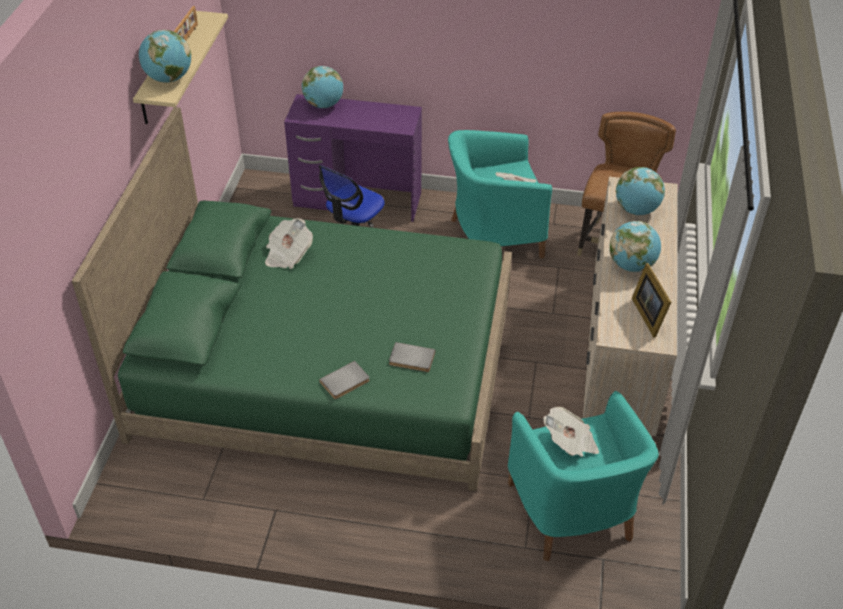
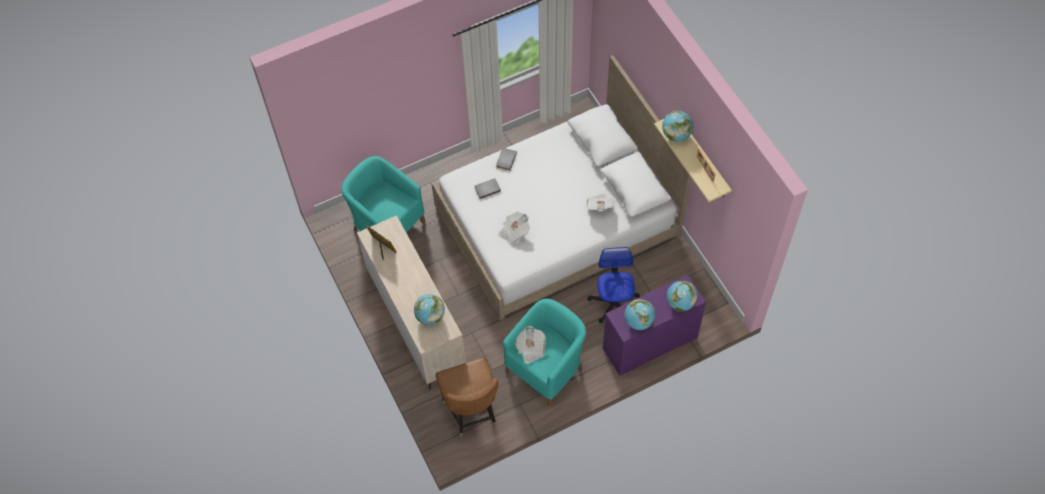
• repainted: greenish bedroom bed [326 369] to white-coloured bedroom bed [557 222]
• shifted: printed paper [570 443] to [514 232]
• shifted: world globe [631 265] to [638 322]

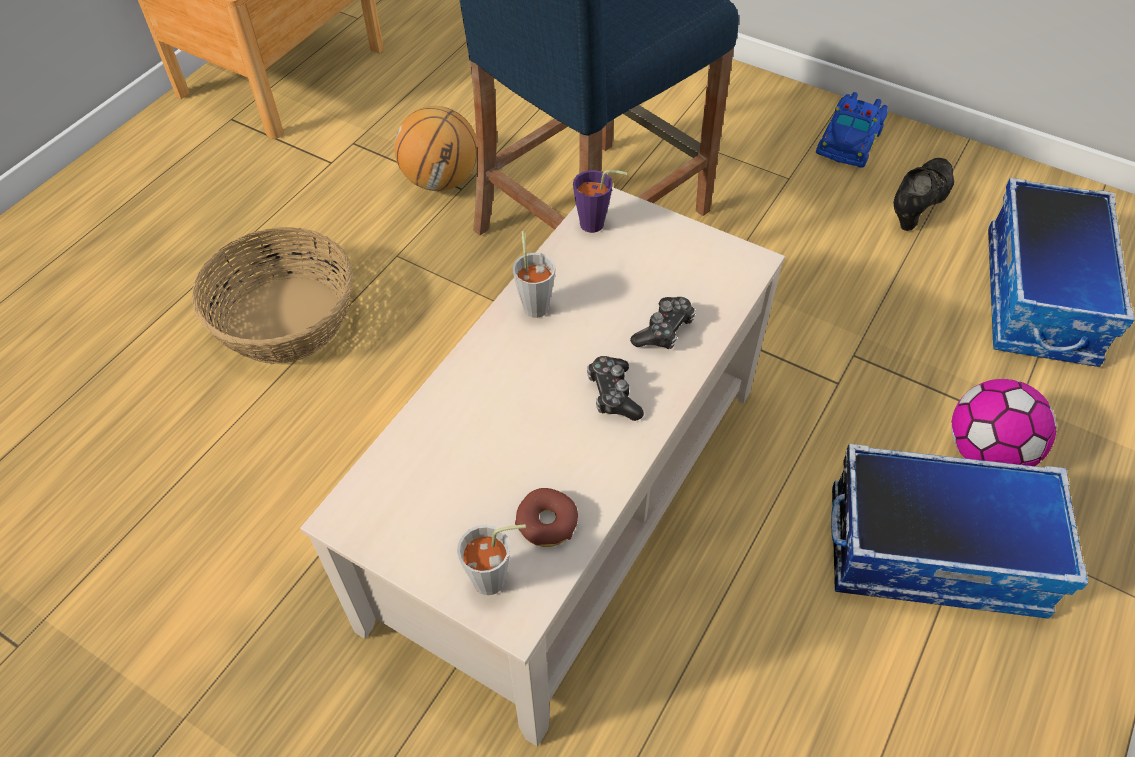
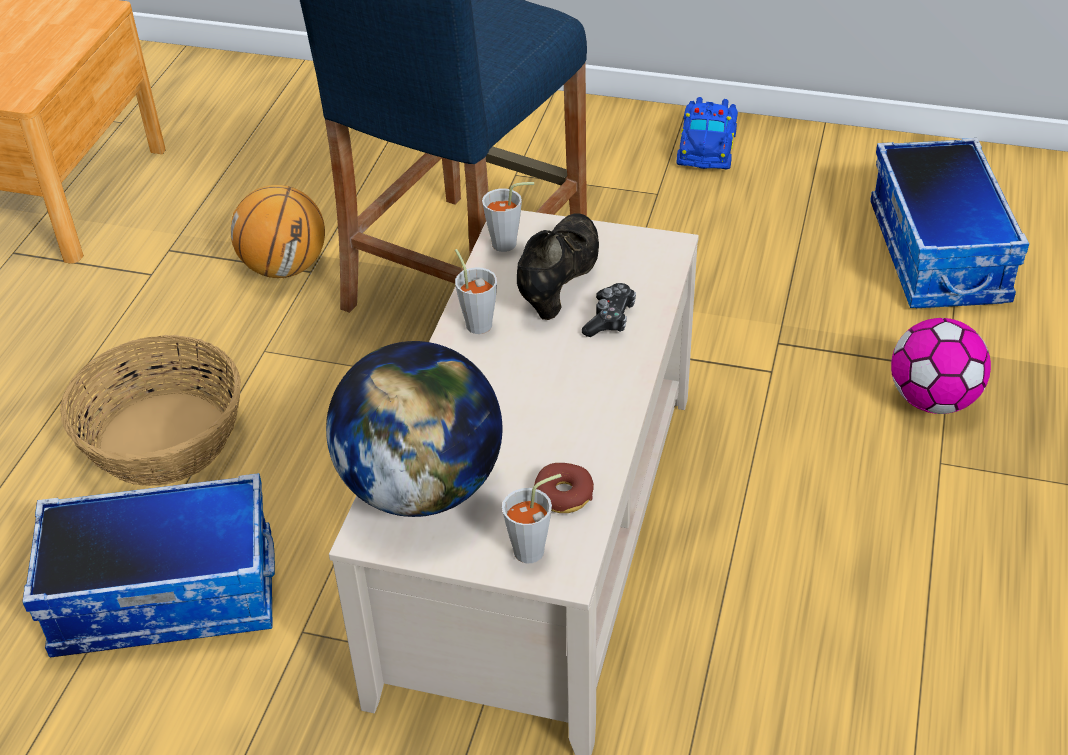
• repainted: purplish cup [597 225] to greyish cup [510 244]
• gone: gamepad [613 394]
• shifted: storage box [934 551] to [167 594]
• shifted: black shoe [917 205] to [559 283]
• new: world globe [421 487]

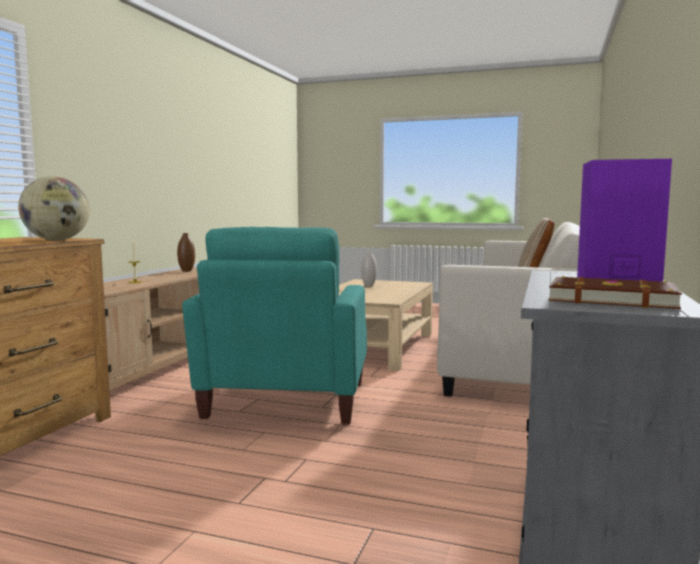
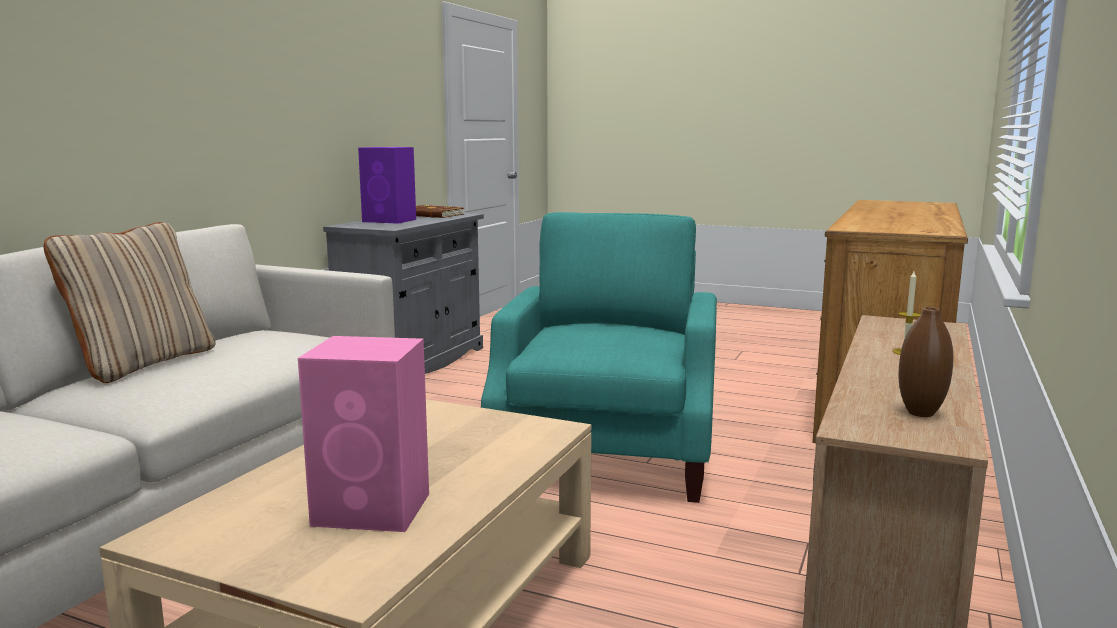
• gone: world globe [57 240]
• swapped: white-coloured decorative vase [368 286] to pinkish audio speaker [375 509]

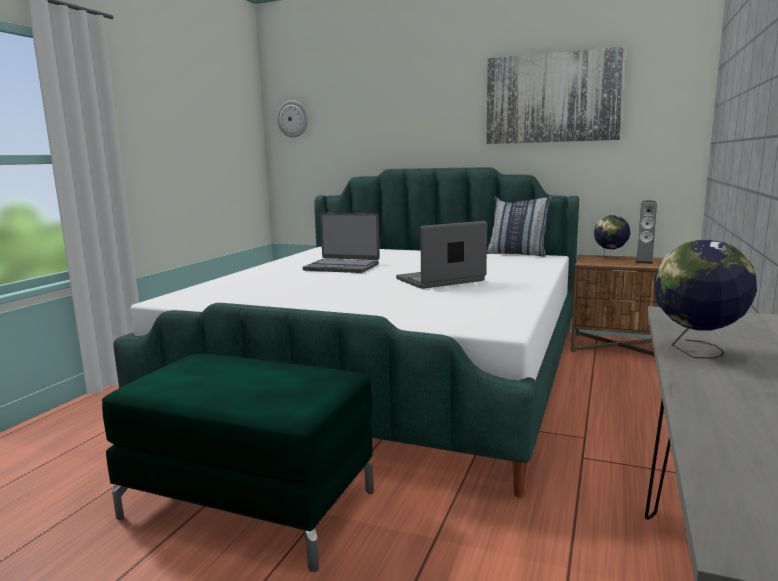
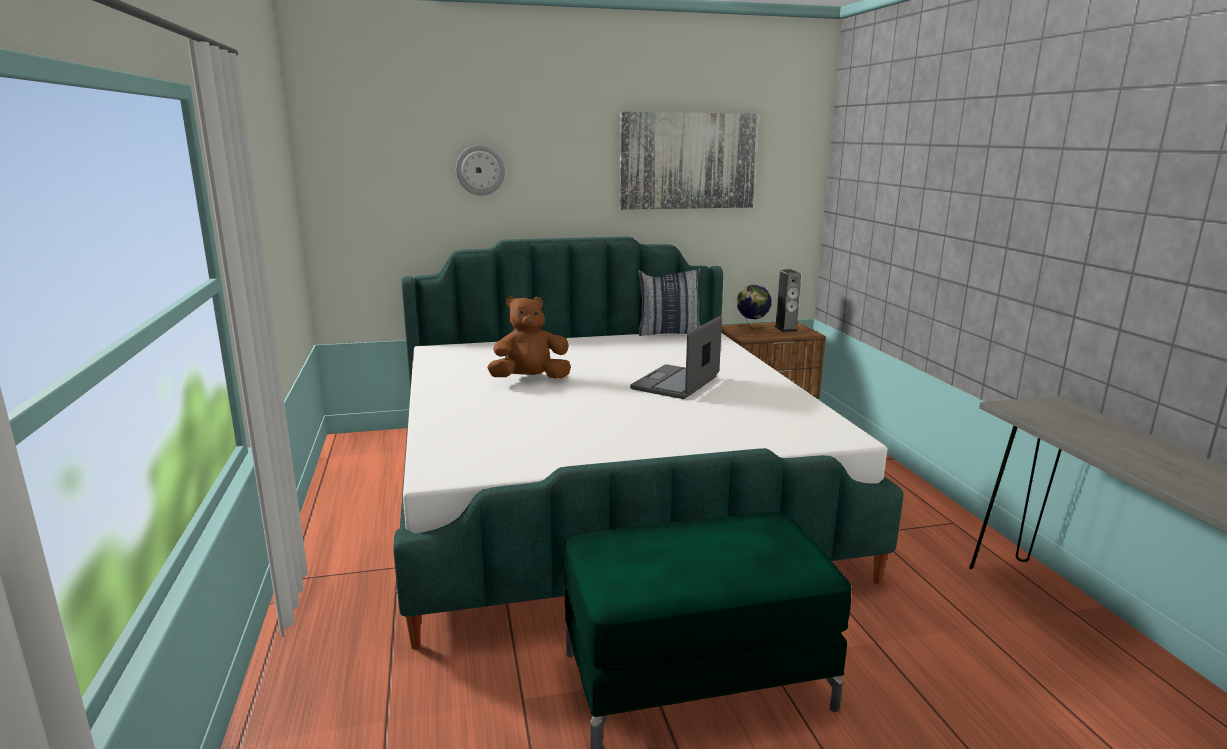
• shifted: hanging clock [293 119] to [480 170]
• swapped: notebook computer [342 267] to brownish plush toy [530 379]
• gone: world globe [696 352]

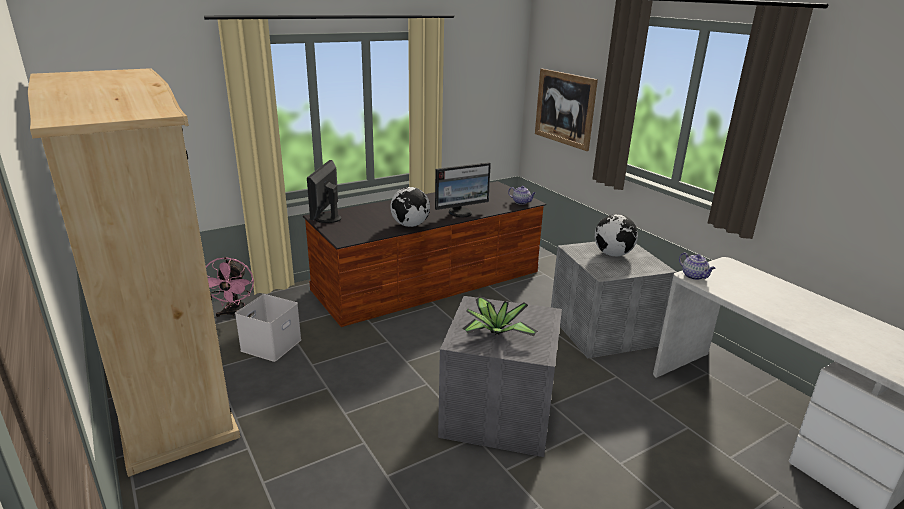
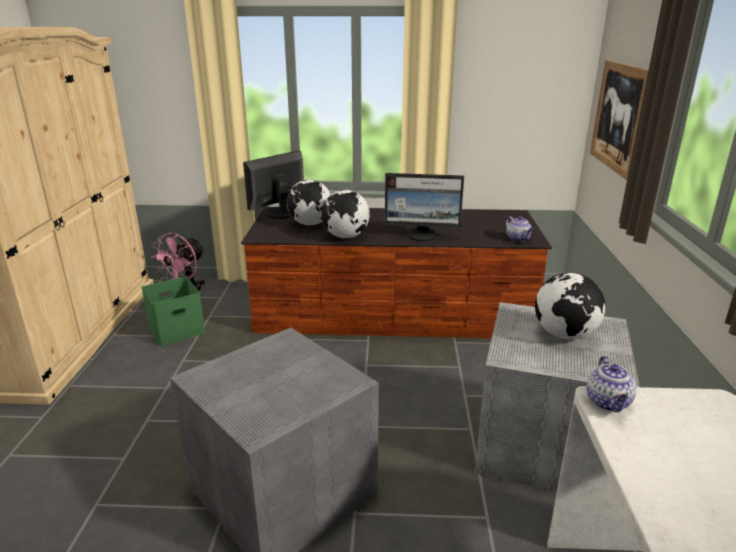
• repainted: white-coloured storage box [271 344] to greenish storage box [177 329]
• gone: houseplant [495 333]
• new: world globe [310 224]

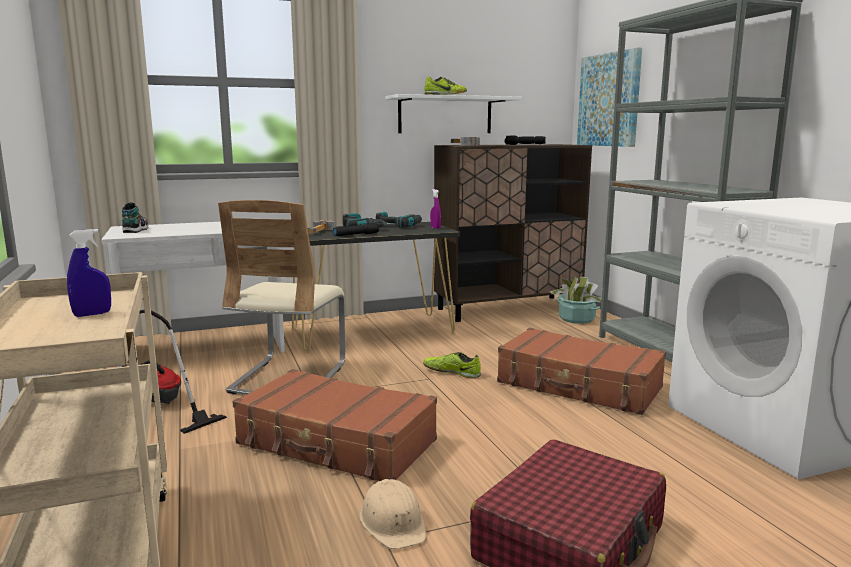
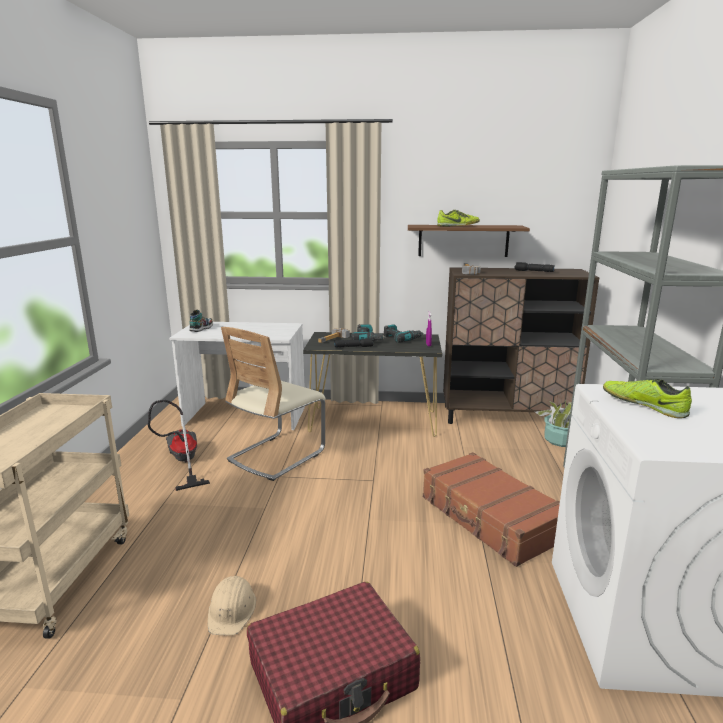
• gone: bluish spray bottle [92 314]
• gone: brownish piece of luggage [336 443]
• repainted: white-coloured bracket shelf [445 115] to brownish bracket shelf [463 240]
• shifted: shoe [452 372] to [643 405]
• gone: picture [609 100]

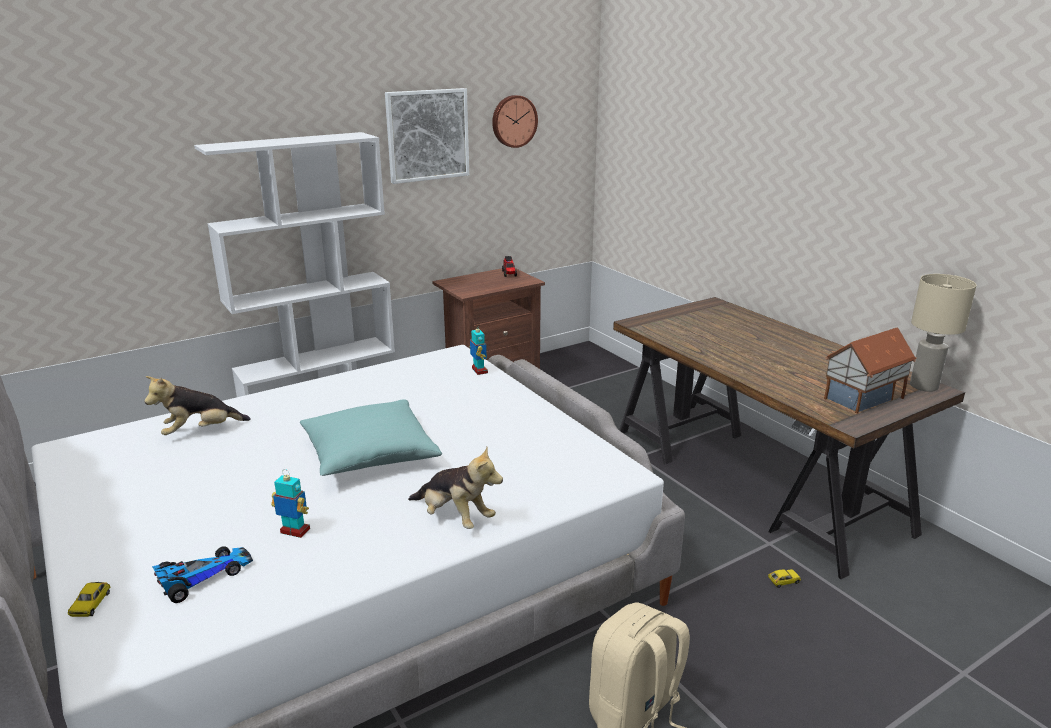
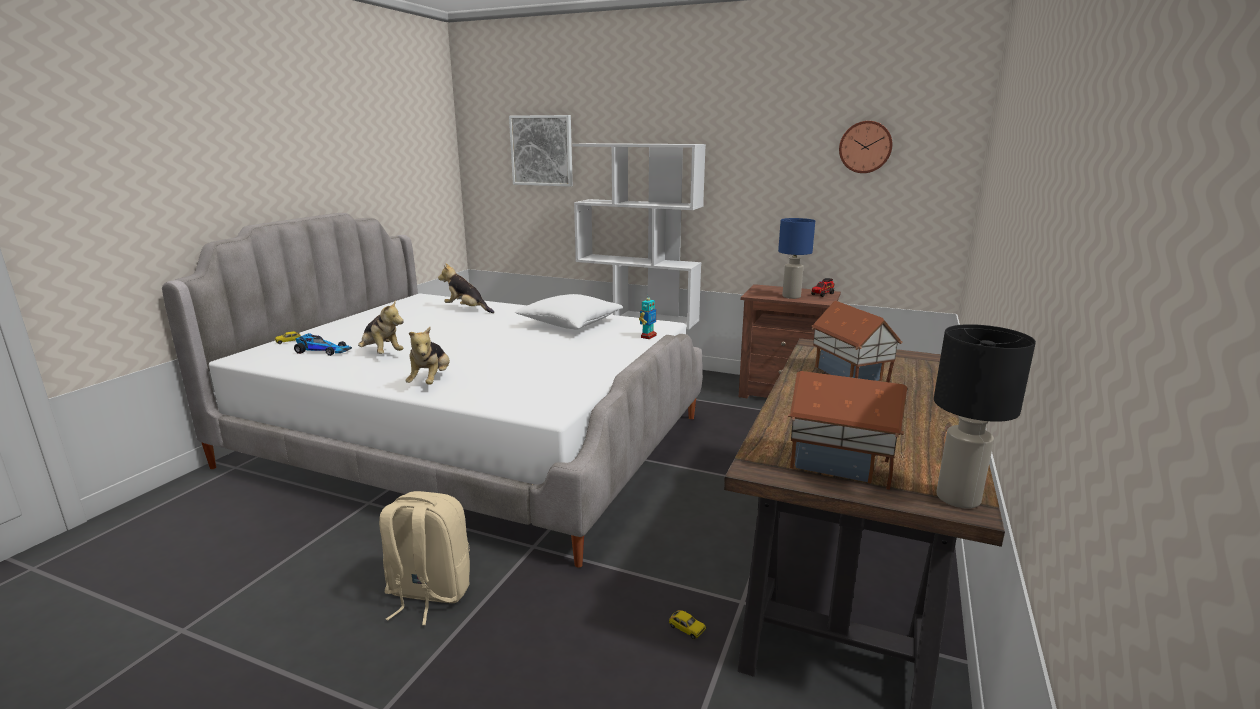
• swapped: toy robot [294 531] to plush toy [381 354]
• gone: blue-green pillow [369 454]
• shifted: picture [427 135] to [542 150]
• repainted: sand-coloured lamp for a table [924 386] to black lamp for a table [959 499]
• new: white-coloured pillow [570 324]
• new: bluish lamp for a table [791 296]
• new: miniature house [849 375]

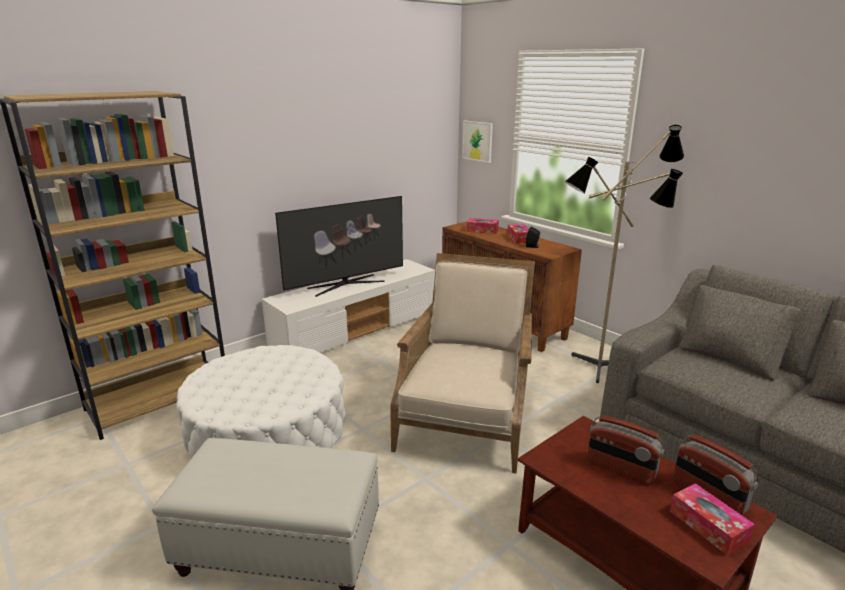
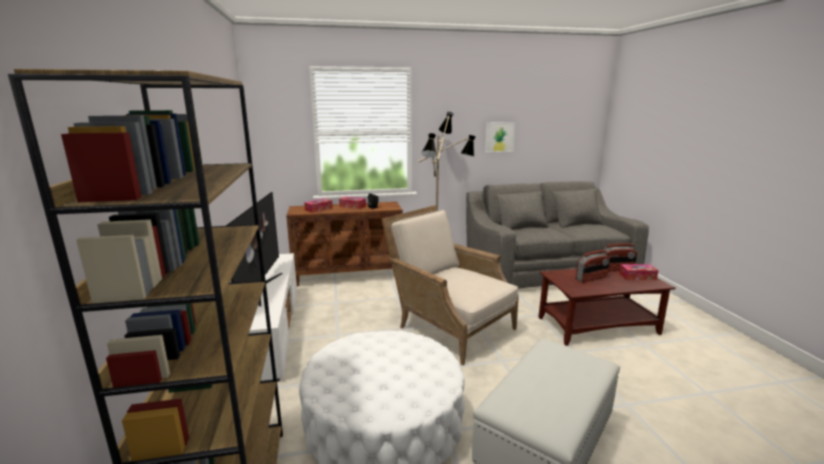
• shifted: picture [477 141] to [499 137]

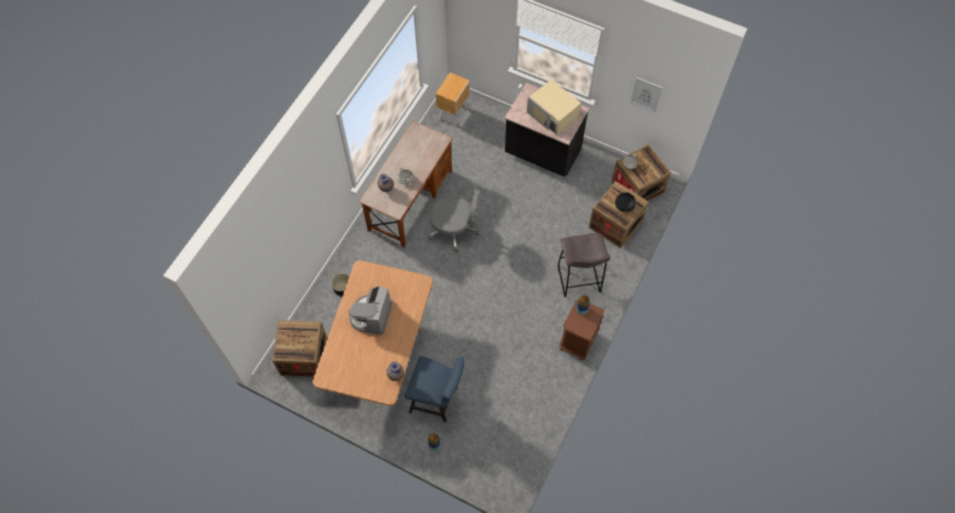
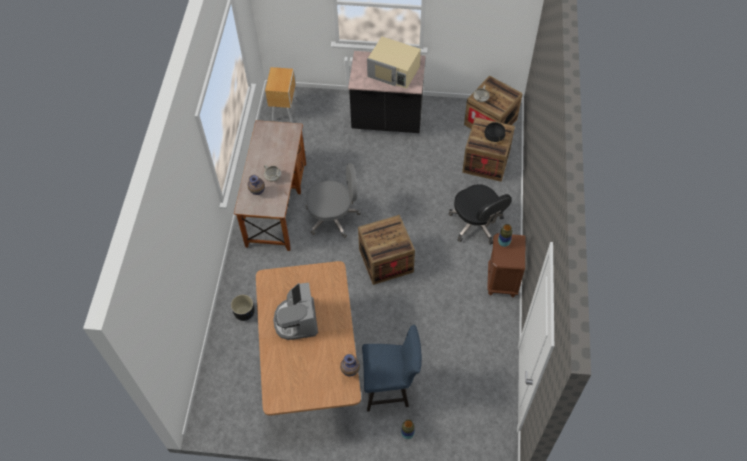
• shifted: packing crate [304 356] to [386 261]
• swapped: greyish stool seat [579 281] to black desk chair [476 224]
• gone: picture [646 94]

